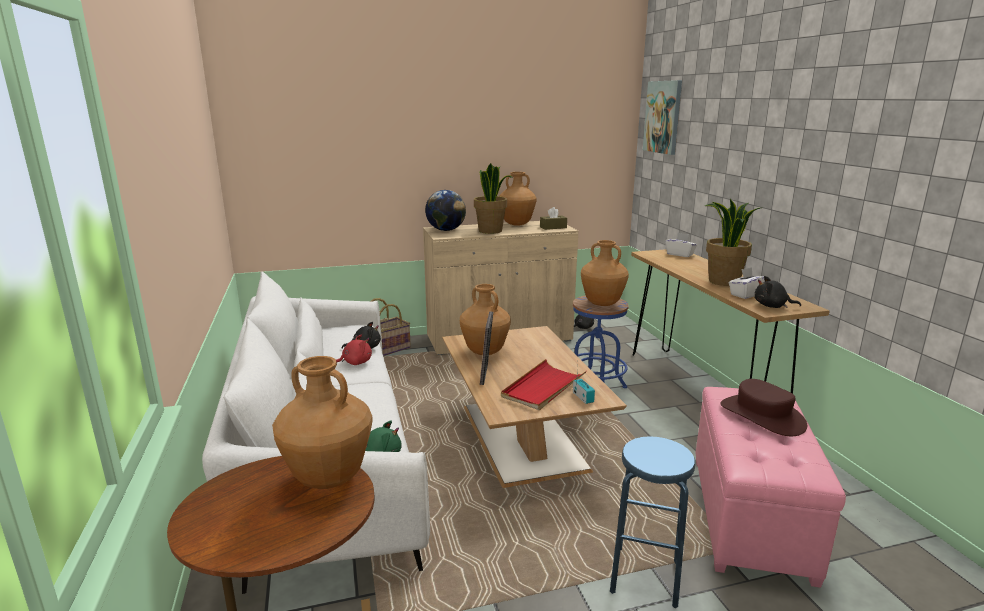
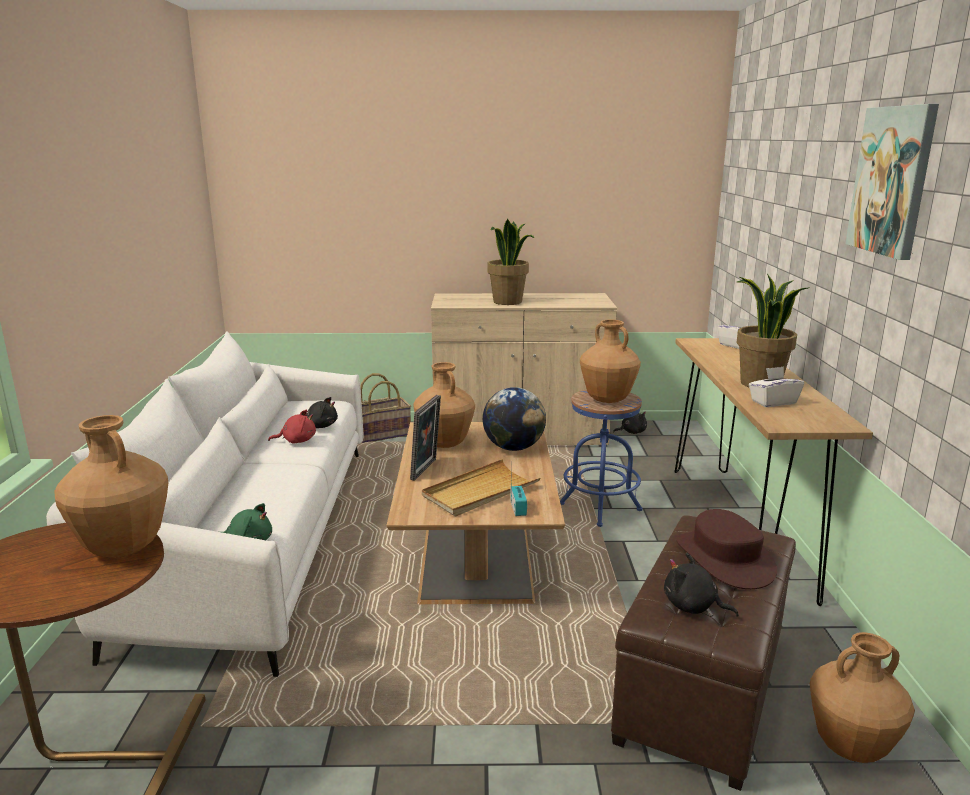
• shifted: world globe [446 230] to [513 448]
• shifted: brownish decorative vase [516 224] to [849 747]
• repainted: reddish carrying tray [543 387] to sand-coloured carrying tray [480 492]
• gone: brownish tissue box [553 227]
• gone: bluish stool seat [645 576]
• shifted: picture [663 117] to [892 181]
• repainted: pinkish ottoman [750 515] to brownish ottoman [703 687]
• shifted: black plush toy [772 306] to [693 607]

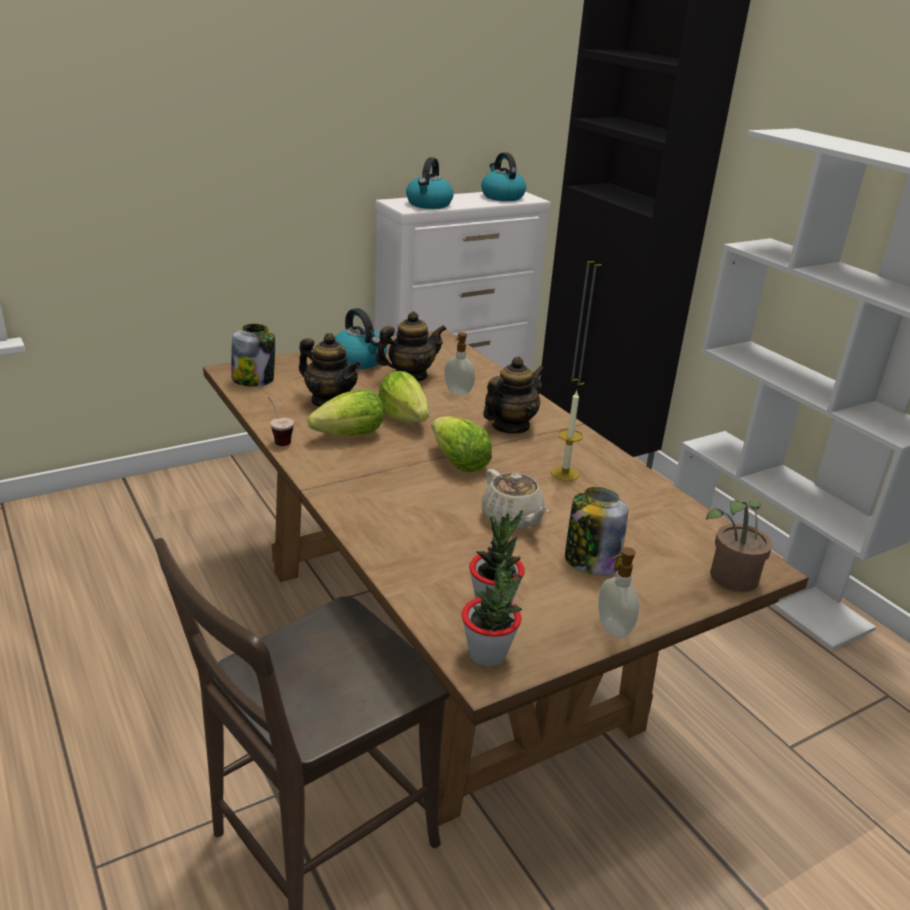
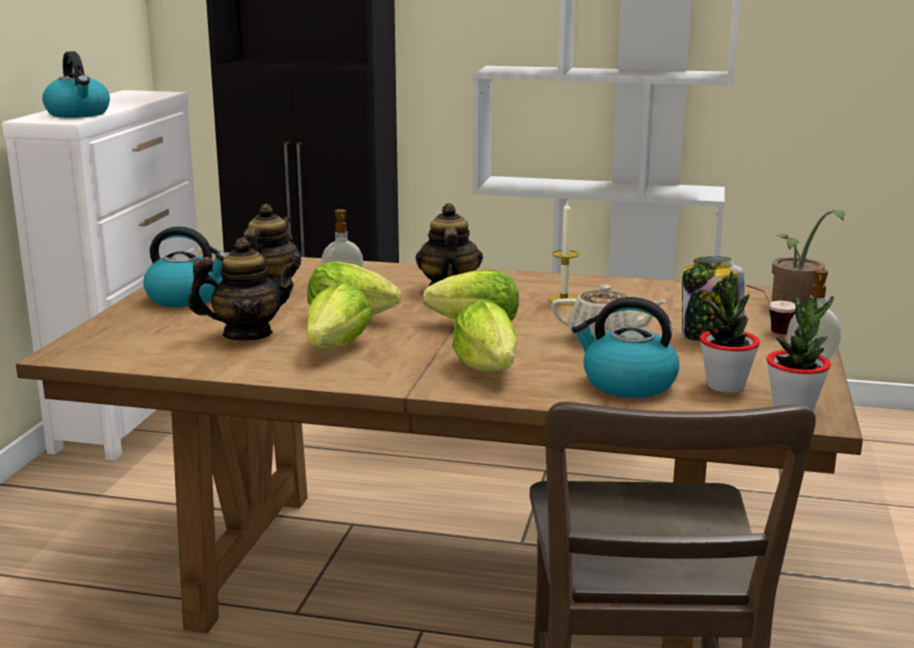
• gone: storage jar [254 379]
• shifted: cup [278 439] to [768 331]
• shifted: kettle [502 197] to [627 384]
• new: lettuce [488 369]

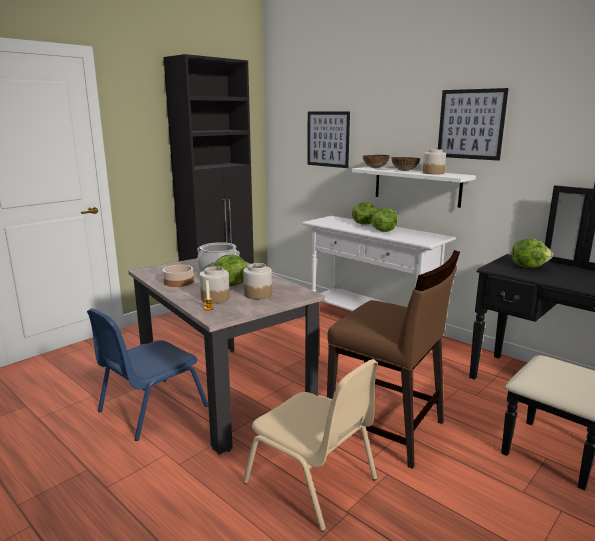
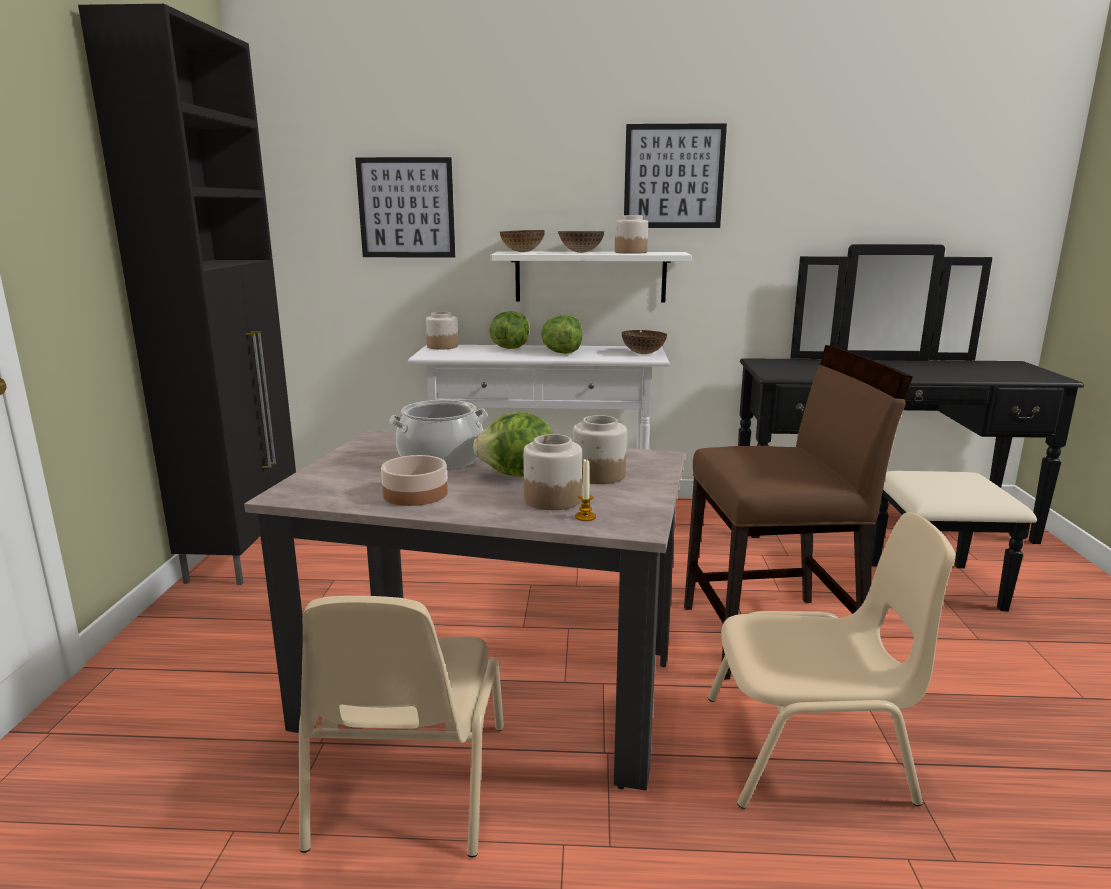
• repainted: bluish chair [151 409] to sand-coloured chair [407 786]
• gone: lettuce [528 266]
• new: storage jar [442 346]
• new: bowl [644 354]

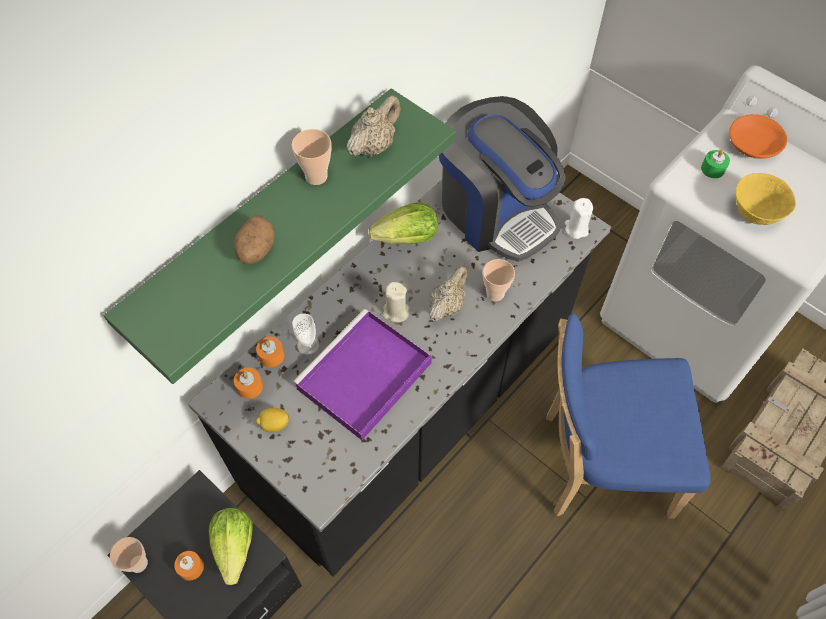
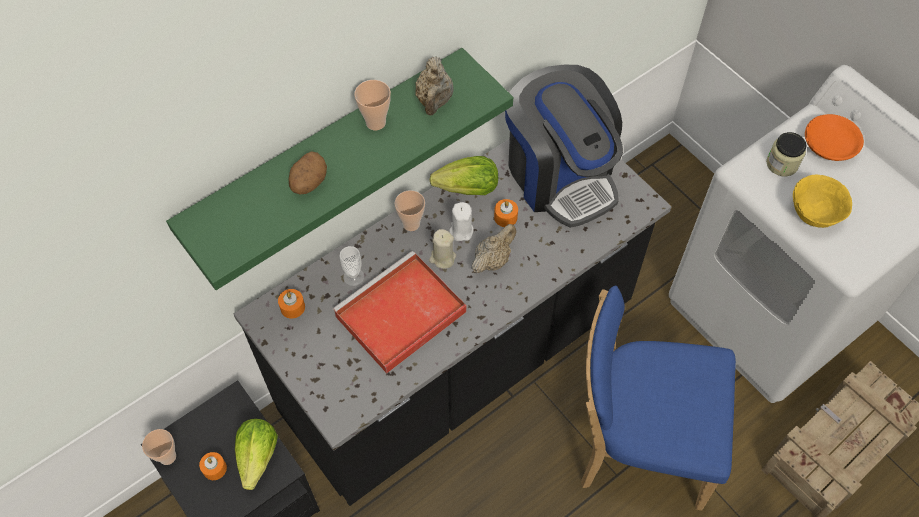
• shifted: orange-coloured candle [271 355] to [505 217]
• gone: whole lemon [274 424]
• repainted: purplish carrying tray [363 378] to reddish carrying tray [399 316]
• rotated: sand-coloured teapot [374 146] = [434 101] 135 degrees clockwise
• shifted: cup [495 294] to [411 224]
• shifted: white-coloured candle [576 229] to [461 231]
• swapped: greenish candle [712 169] to storage jar [782 164]

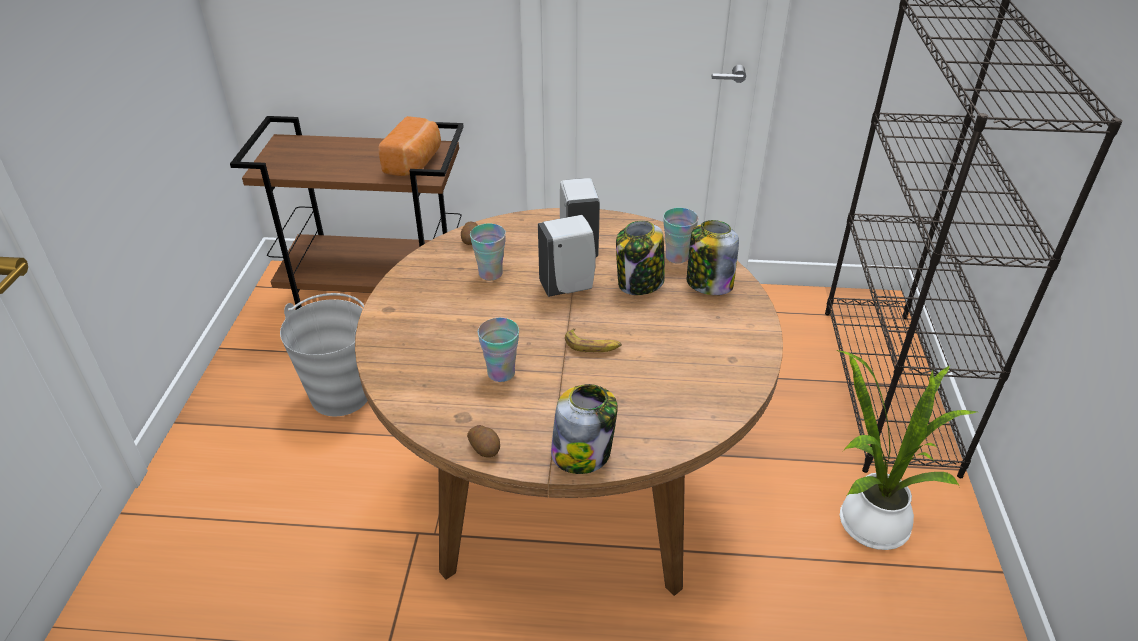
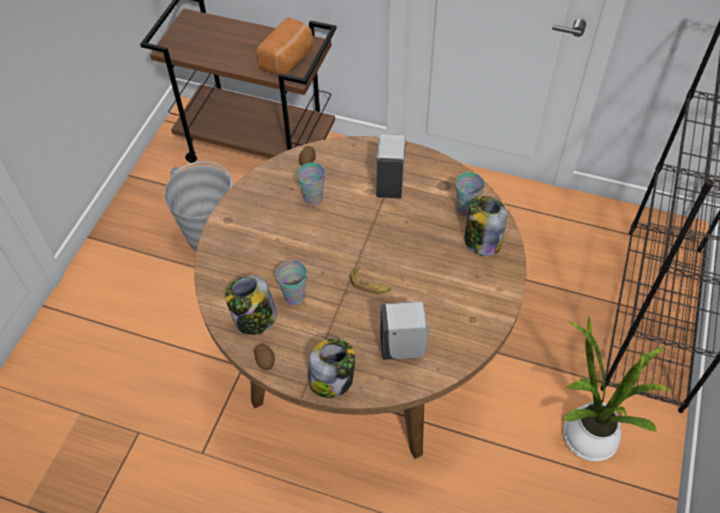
• shifted: white-coloured soap dispenser [568 287] to [404 348]
• shifted: storage jar [639 283] to [254 319]

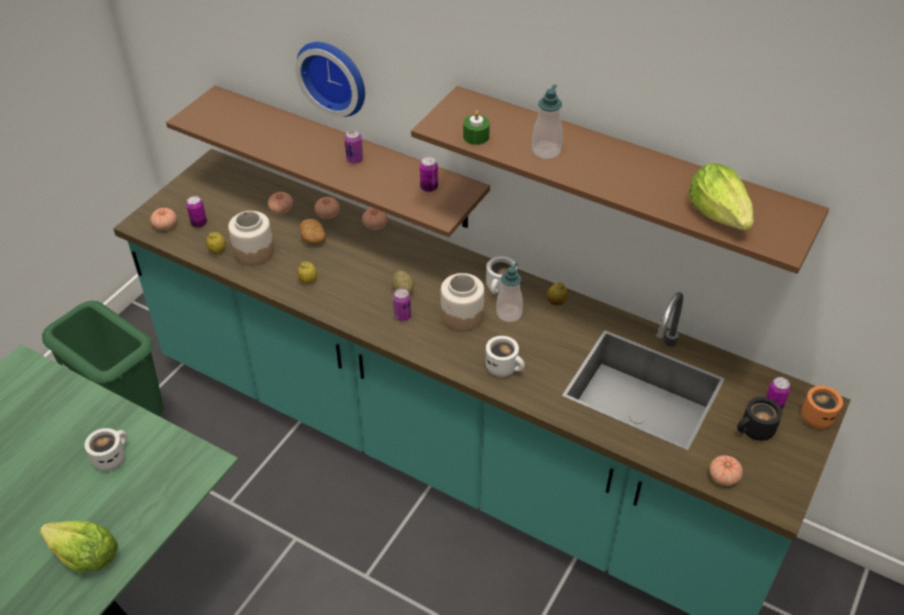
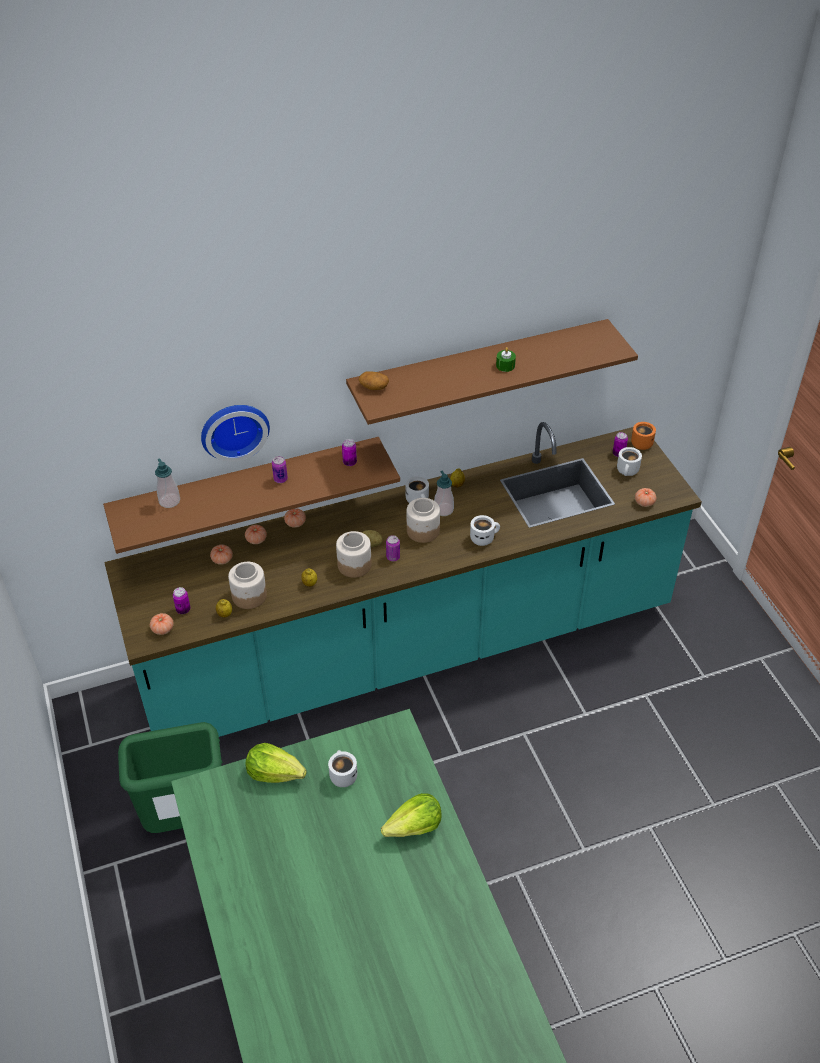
• shifted: spud [313 238] to [373 387]
• shifted: greenish candle [476 136] to [505 365]
• shifted: soap dispenser [546 151] to [169 501]
• shifted: lettuce [719 214] to [275 773]
• repainted: black mug [755 431] to white-coloured mug [628 471]
• new: storage jar [354 565]

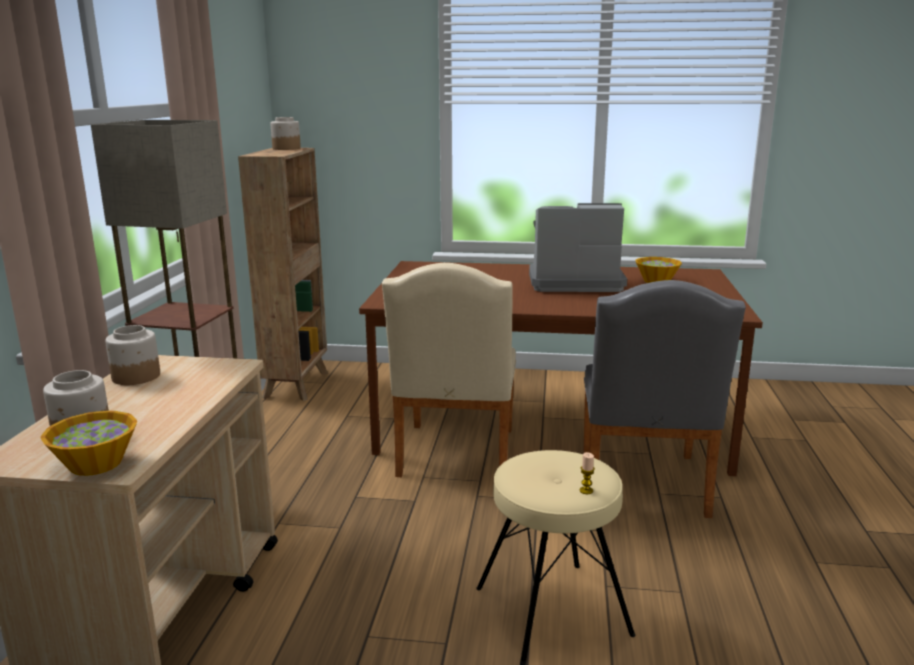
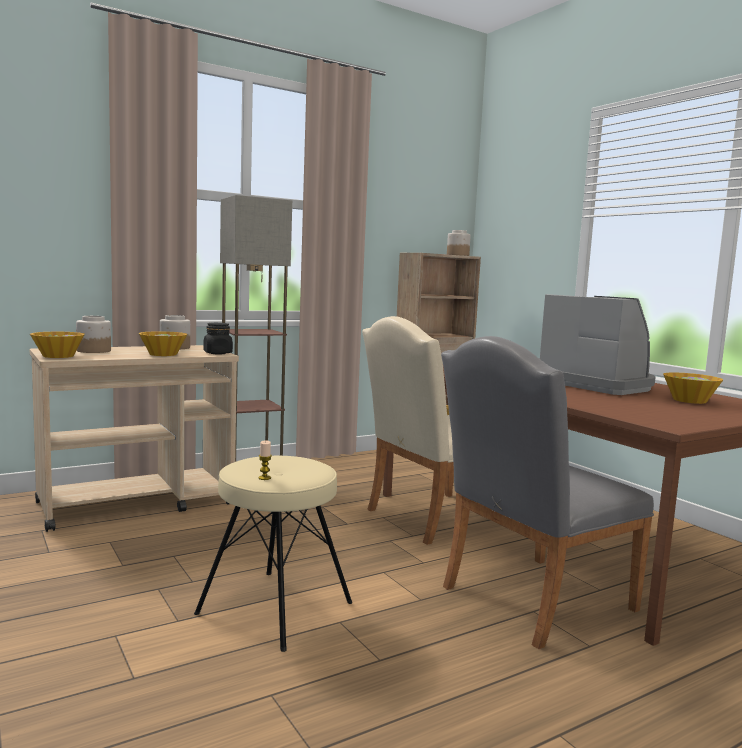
• new: bowl [163 354]
• new: black storage jar [218 353]

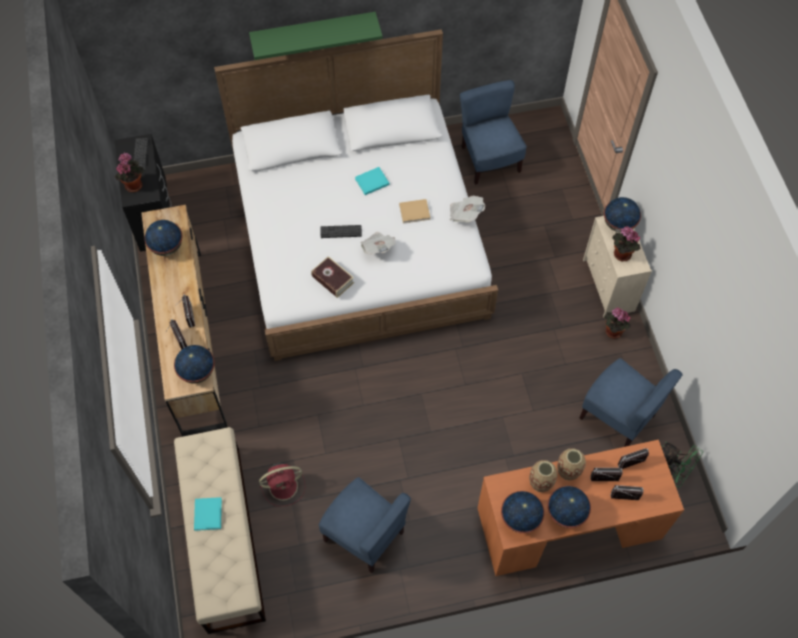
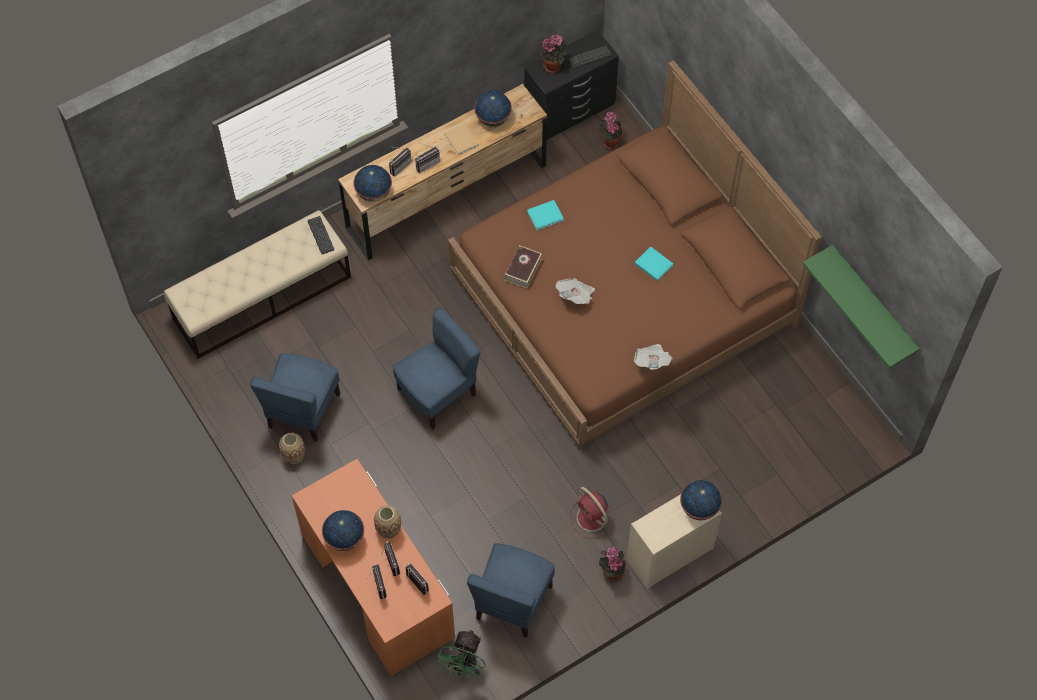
• shifted: blue-green book [208 513] to [546 215]
• repainted: white-coloured bedroom bed [359 238] to brownish bedroom bed [623 297]
• shifted: greenish bracket shelf [313 31] to [873 303]
• shifted: reddish fan [284 486] to [592 518]
• shifted: PC keyboard [341 231] to [320 235]
• shifted: sand-coloured book [415 212] to [462 141]
• shifted: bluish chair [489 160] to [437 393]
• gone: world globe [520 518]
• shifted: decorative vase [540 482] to [293 455]
• shifted: houseplant [620 255] to [609 142]

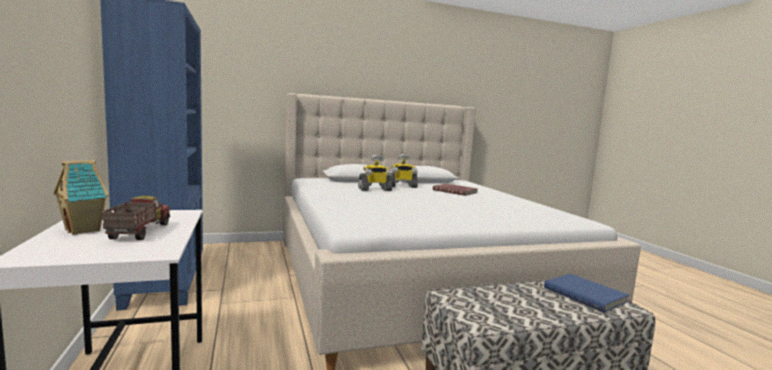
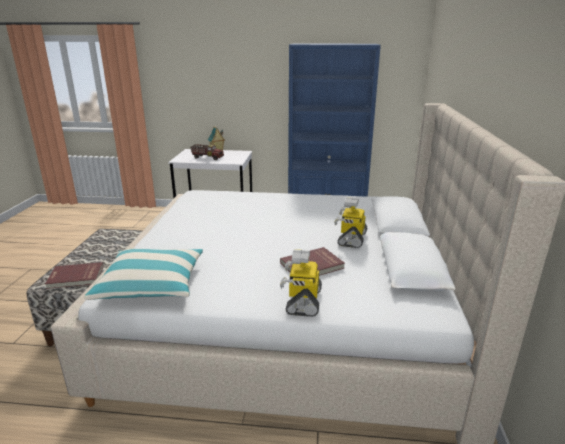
• shifted: toy robot [374 189] to [303 301]
• repainted: bluish book [585 294] to reddish book [75 277]
• new: pillow [151 285]

